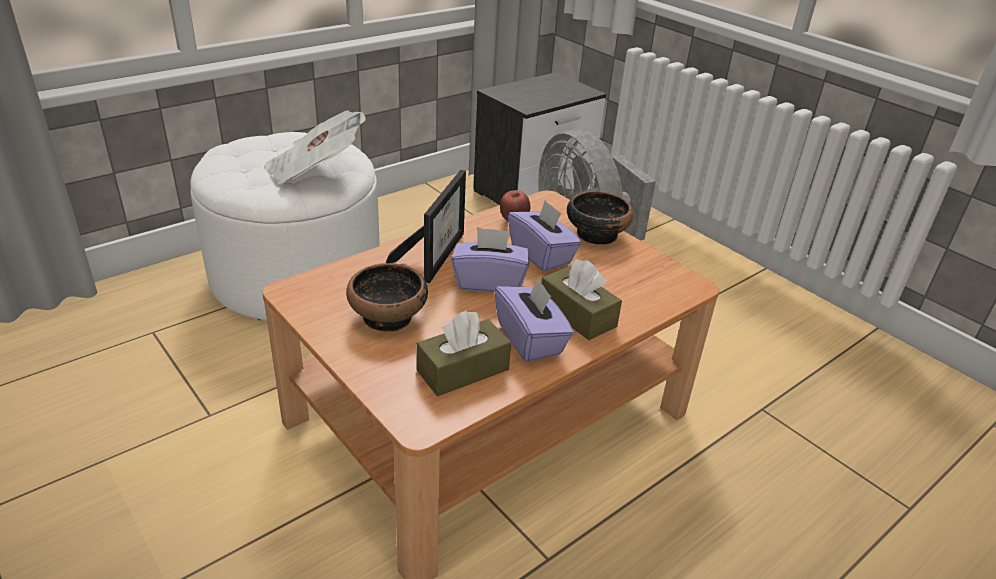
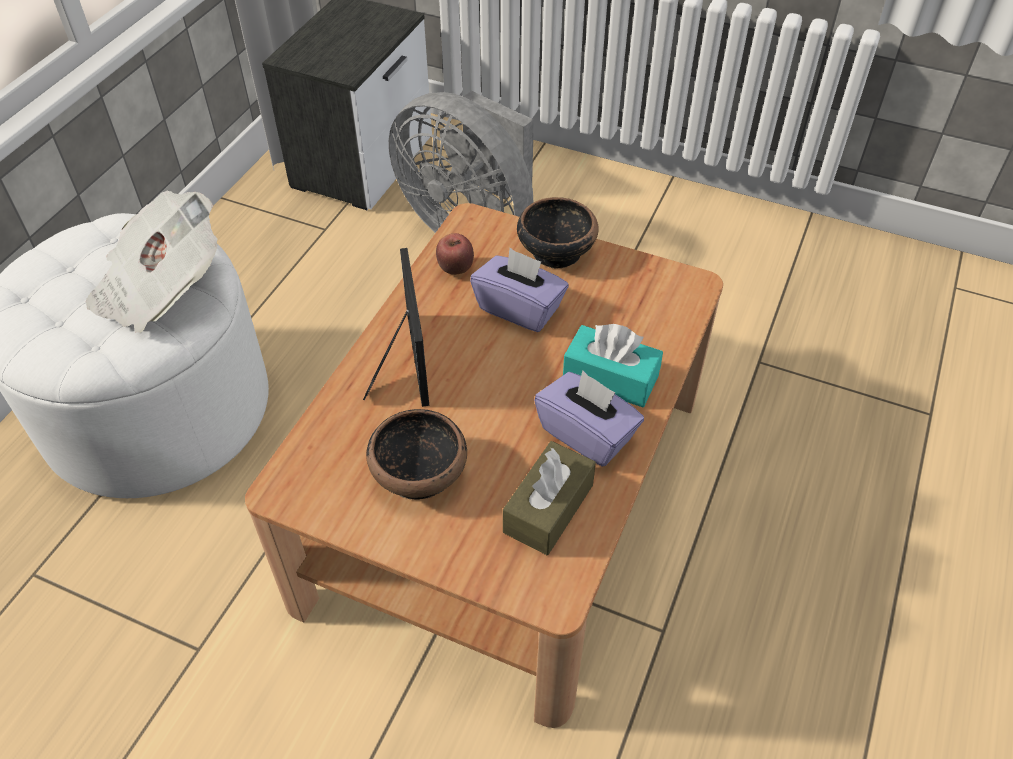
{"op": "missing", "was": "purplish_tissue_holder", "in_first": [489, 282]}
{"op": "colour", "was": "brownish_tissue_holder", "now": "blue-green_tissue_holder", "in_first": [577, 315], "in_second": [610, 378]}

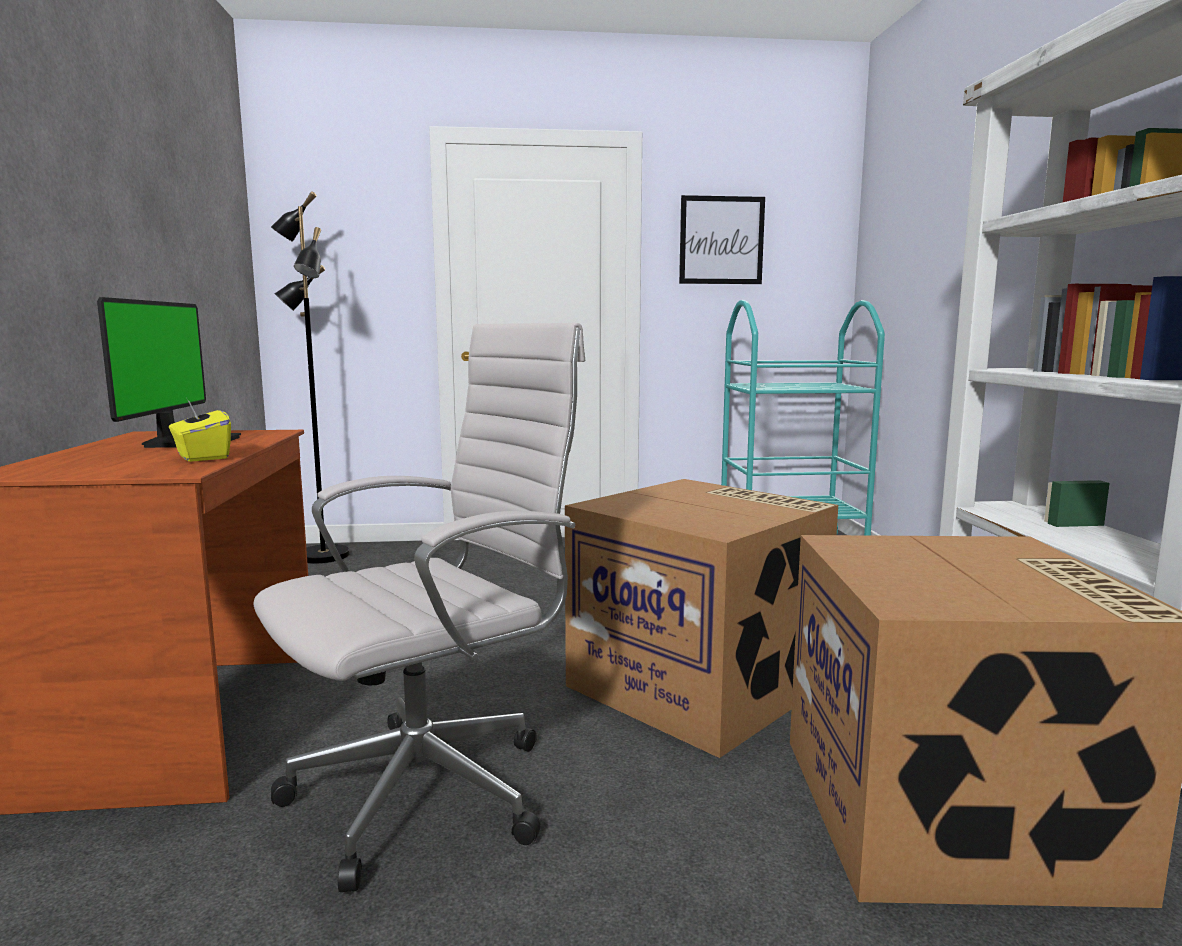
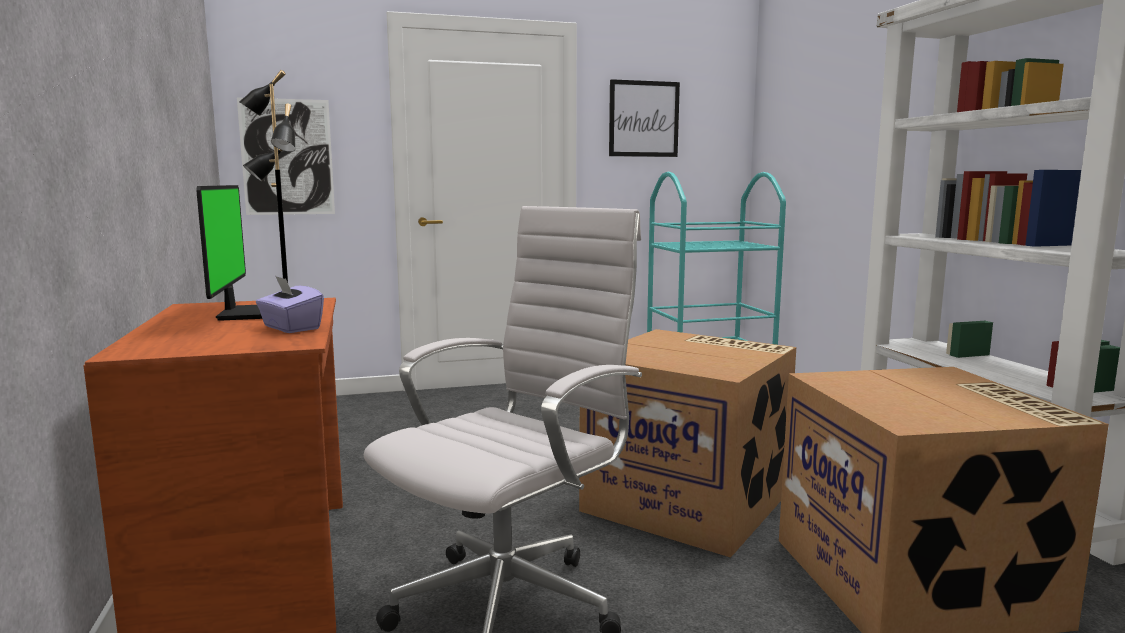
{"op": "colour", "was": "yellow-coloured_tissue_holder", "now": "purplish_tissue_holder", "in_first": [201, 457], "in_second": [291, 328]}
{"op": "appeared", "now": "picture", "in_second": [287, 157]}

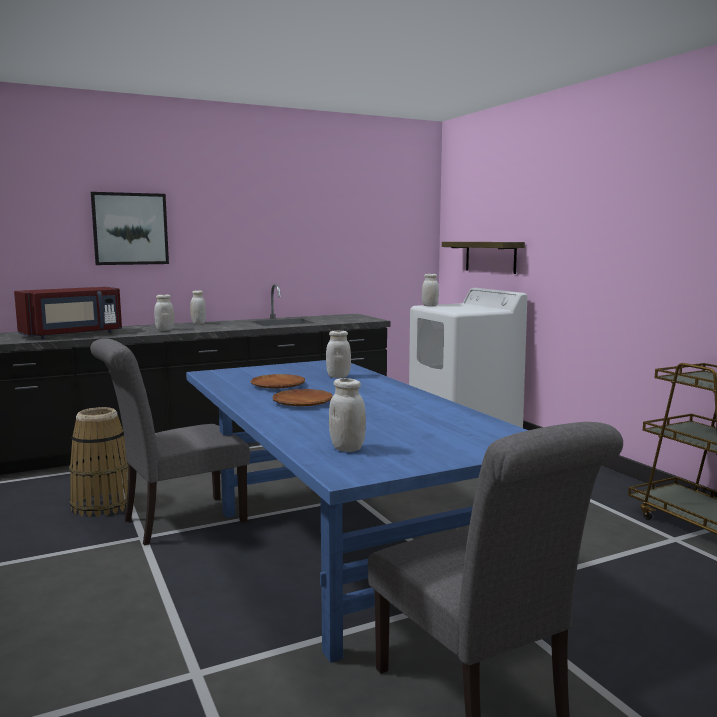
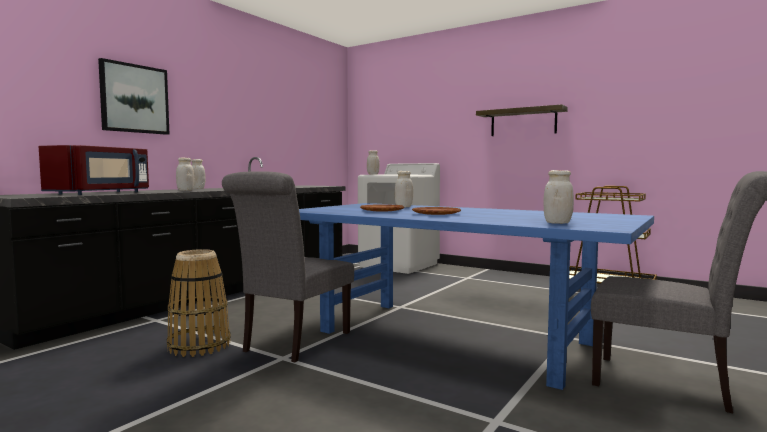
{"op": "relocated", "was": "wall_shelf", "in_first": [490, 257], "in_second": [523, 122]}

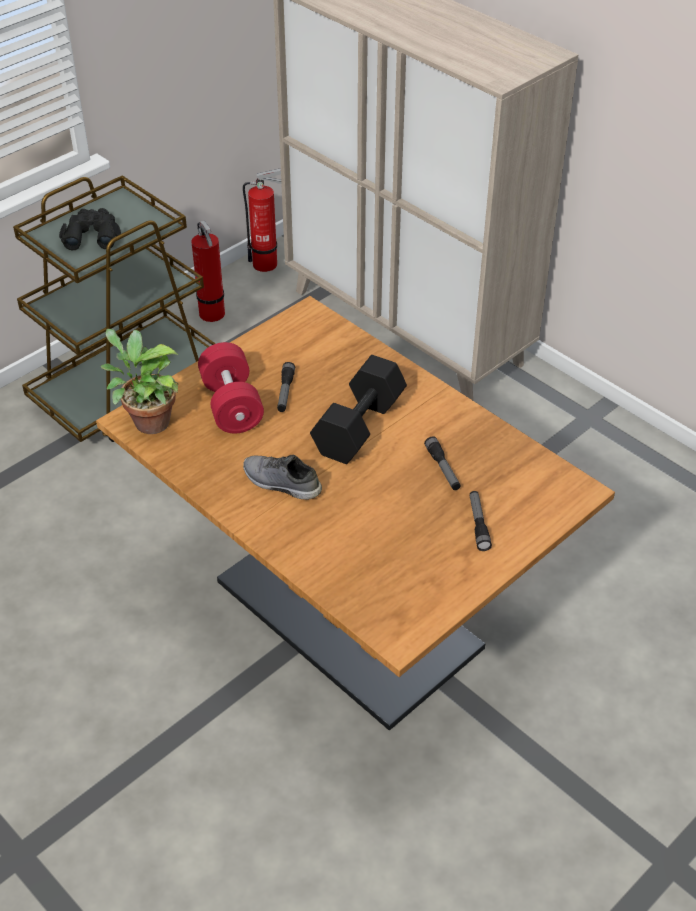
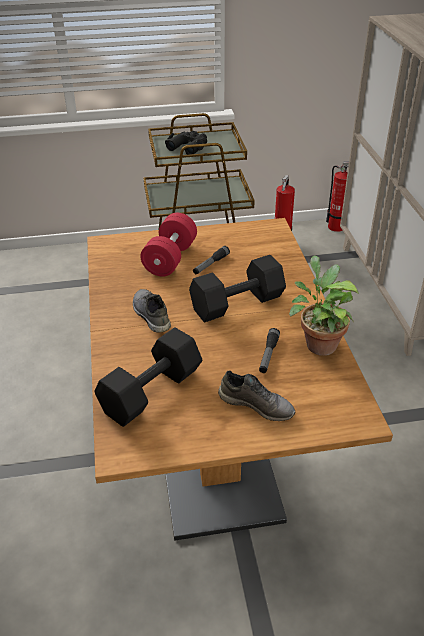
{"op": "relocated", "was": "houseplant", "in_first": [147, 421], "in_second": [318, 343]}
{"op": "exchanged", "was": "hand_torch", "now": "gray_item_of_footwear", "in_first": [478, 524], "in_second": [256, 404]}
{"op": "appeared", "now": "blackish_hand_weight", "in_second": [151, 393]}

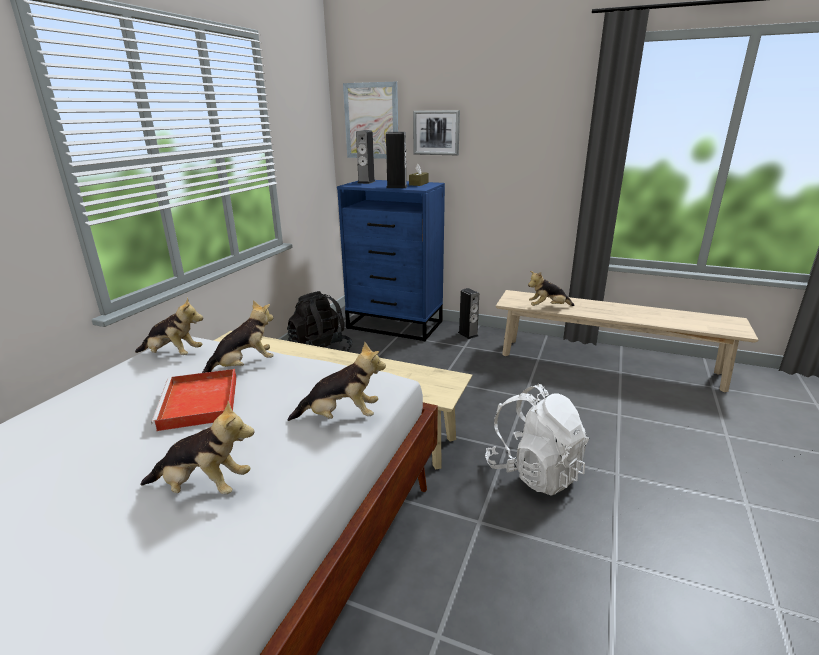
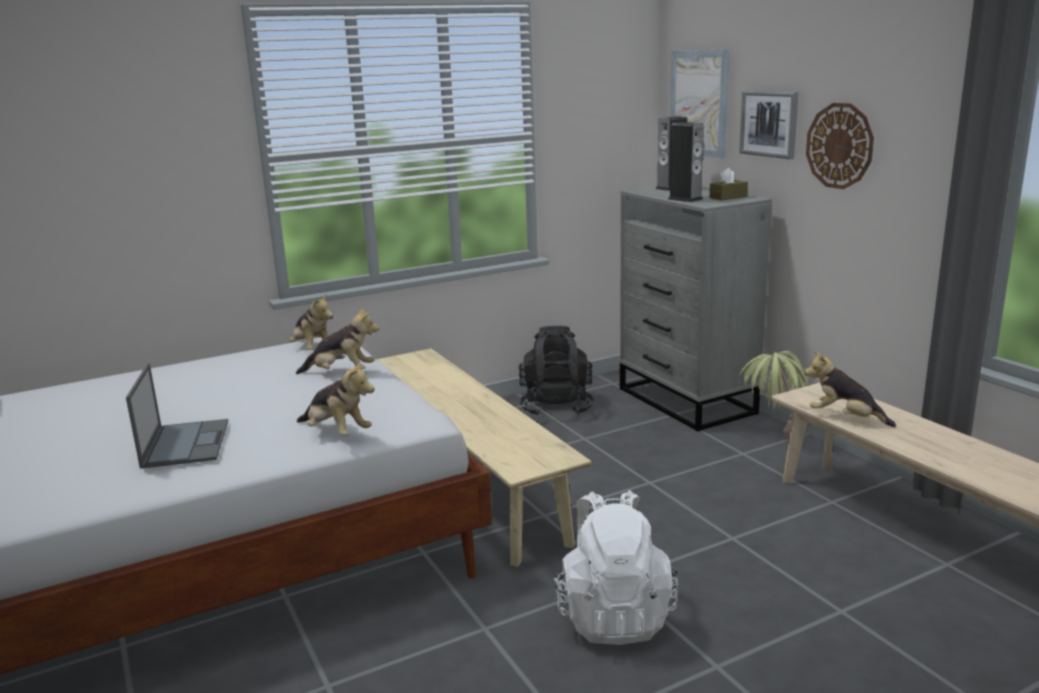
{"op": "exchanged", "was": "soft_toy", "now": "portable_computer", "in_first": [203, 487], "in_second": [186, 443]}
{"op": "missing", "was": "red_tray", "in_first": [200, 403]}
{"op": "colour", "was": "blue-coloured_dresser", "now": "gray_dresser", "in_first": [395, 325], "in_second": [686, 401]}
{"op": "exchanged", "was": "speaker", "now": "houseplant", "in_first": [468, 334], "in_second": [772, 440]}
{"op": "appeared", "now": "hanging_clock", "in_second": [839, 146]}

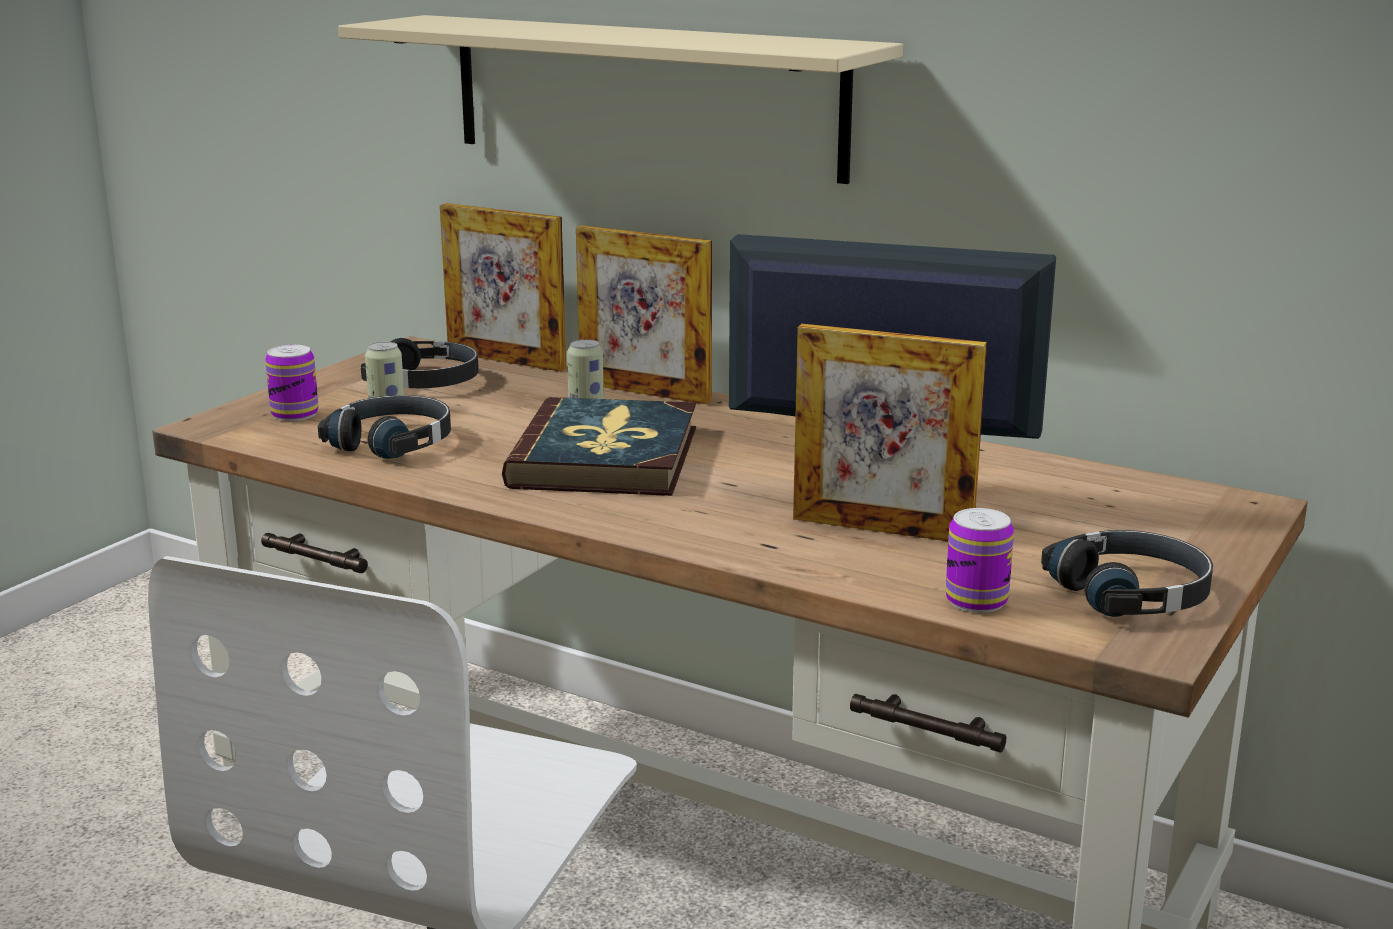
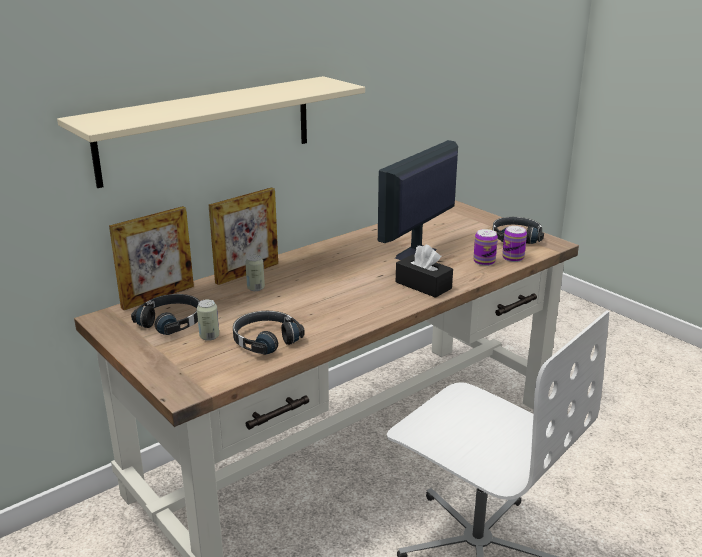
{"op": "relocated", "was": "can", "in_first": [295, 414], "in_second": [484, 261]}
{"op": "missing", "was": "book", "in_first": [606, 457]}
{"op": "missing", "was": "standing_frame", "in_first": [882, 529]}
{"op": "appeared", "now": "blackish_tissue_holder", "in_second": [423, 285]}

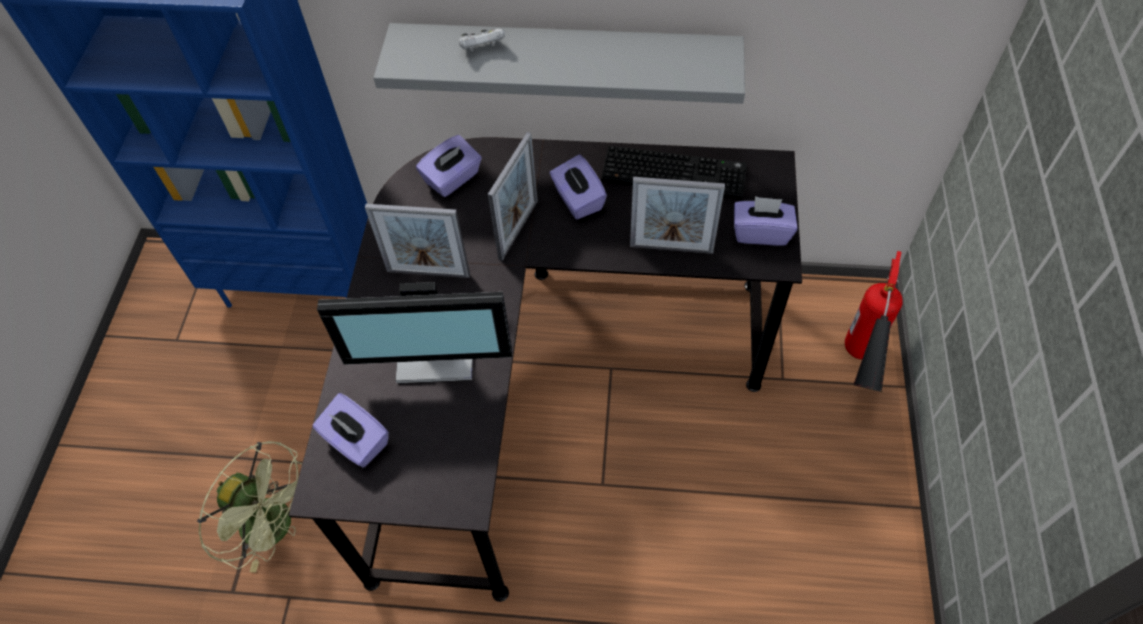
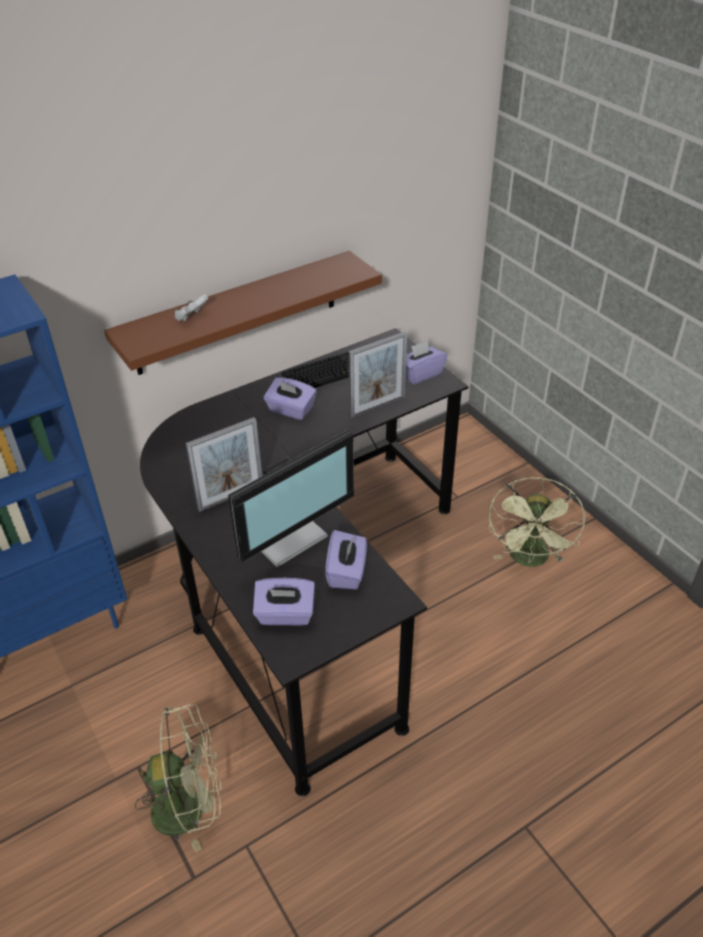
{"op": "colour", "was": "gray_wall_shelf", "now": "brownish_wall_shelf", "in_first": [565, 59], "in_second": [237, 313]}
{"op": "relocated", "was": "purplish_tissue_holder", "in_first": [453, 179], "in_second": [347, 572]}
{"op": "missing", "was": "standing_frame", "in_first": [518, 230]}
{"op": "missing", "was": "fire-fighting_cylinder", "in_first": [856, 372]}
{"op": "appeared", "now": "green_fan", "in_second": [530, 560]}

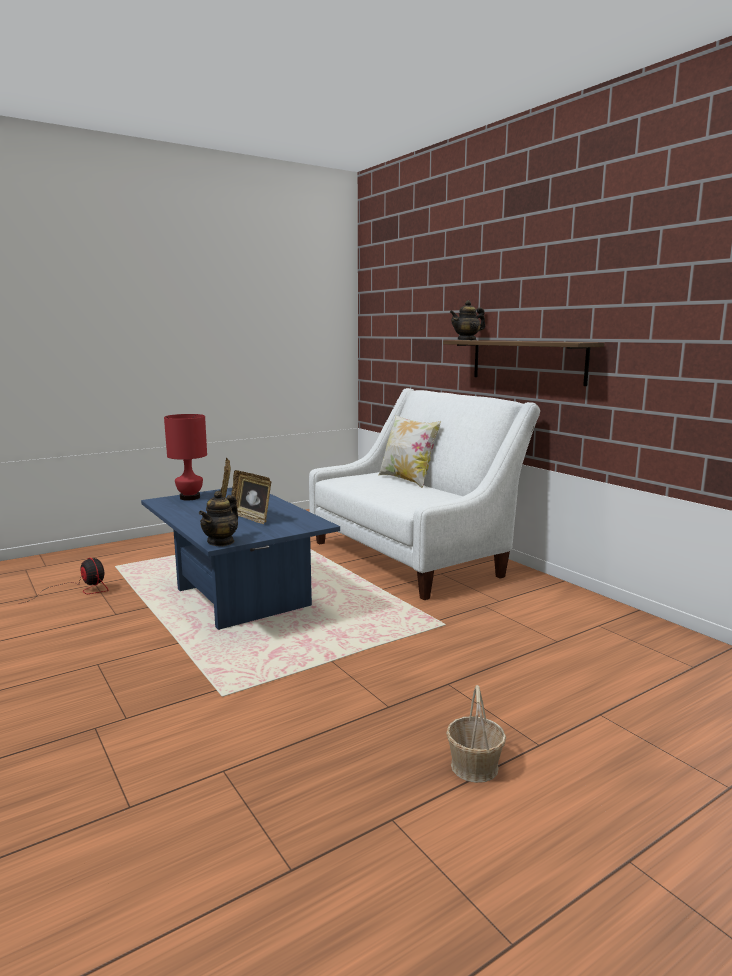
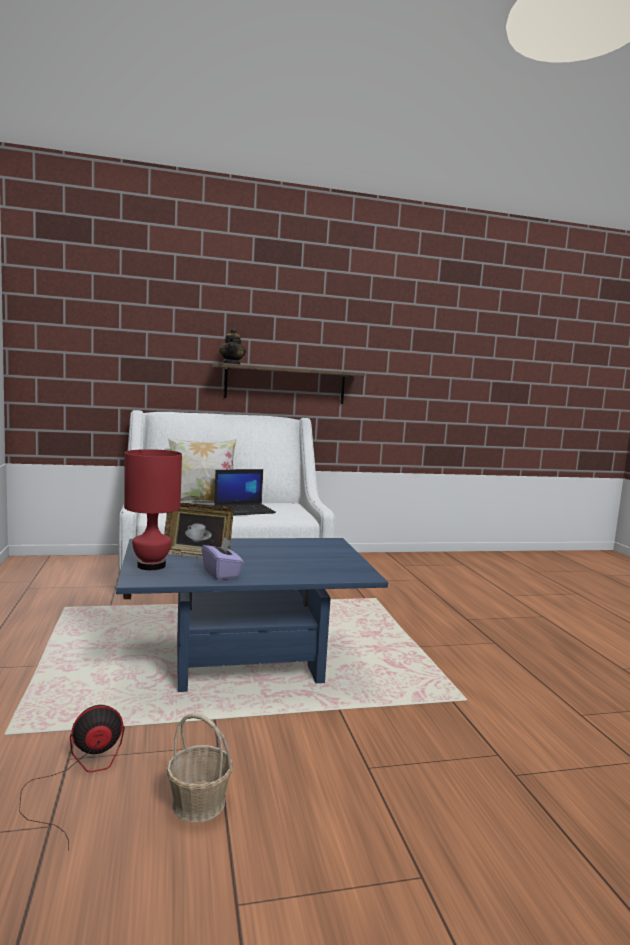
{"op": "missing", "was": "tea_pot", "in_first": [221, 542]}
{"op": "missing", "was": "standing_frame", "in_first": [251, 518]}
{"op": "relocated", "was": "storage_basket", "in_first": [474, 767], "in_second": [199, 803]}
{"op": "appeared", "now": "purplish_tissue_holder", "in_second": [221, 573]}
{"op": "appeared", "now": "portable_computer", "in_second": [244, 510]}

